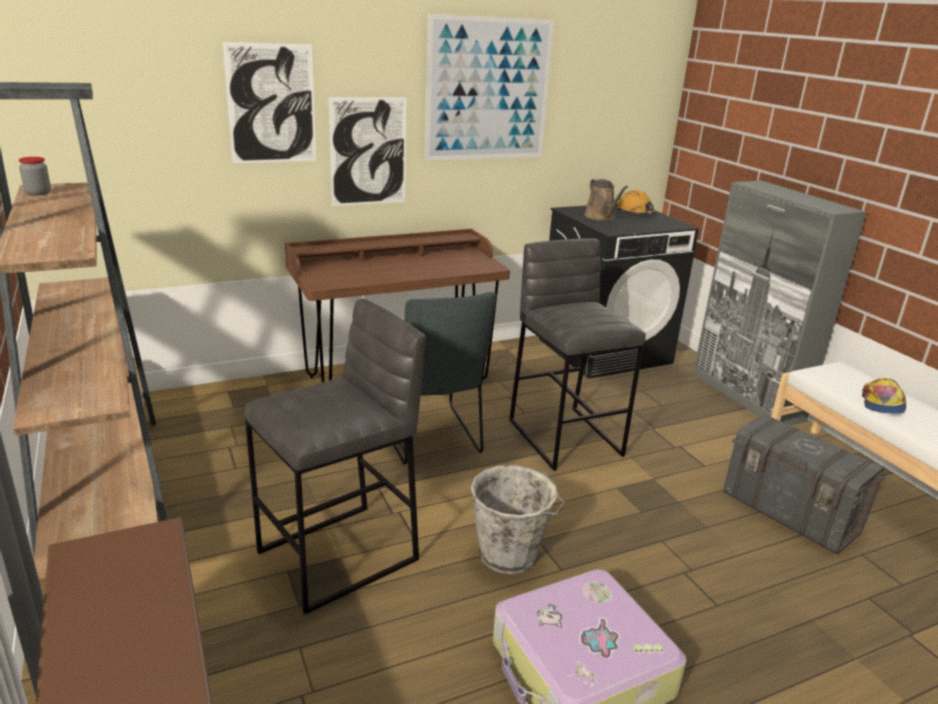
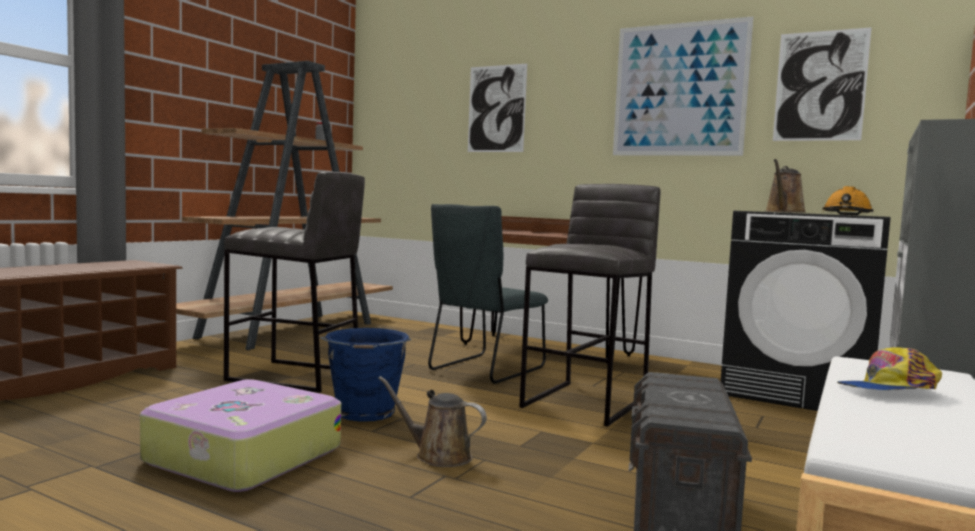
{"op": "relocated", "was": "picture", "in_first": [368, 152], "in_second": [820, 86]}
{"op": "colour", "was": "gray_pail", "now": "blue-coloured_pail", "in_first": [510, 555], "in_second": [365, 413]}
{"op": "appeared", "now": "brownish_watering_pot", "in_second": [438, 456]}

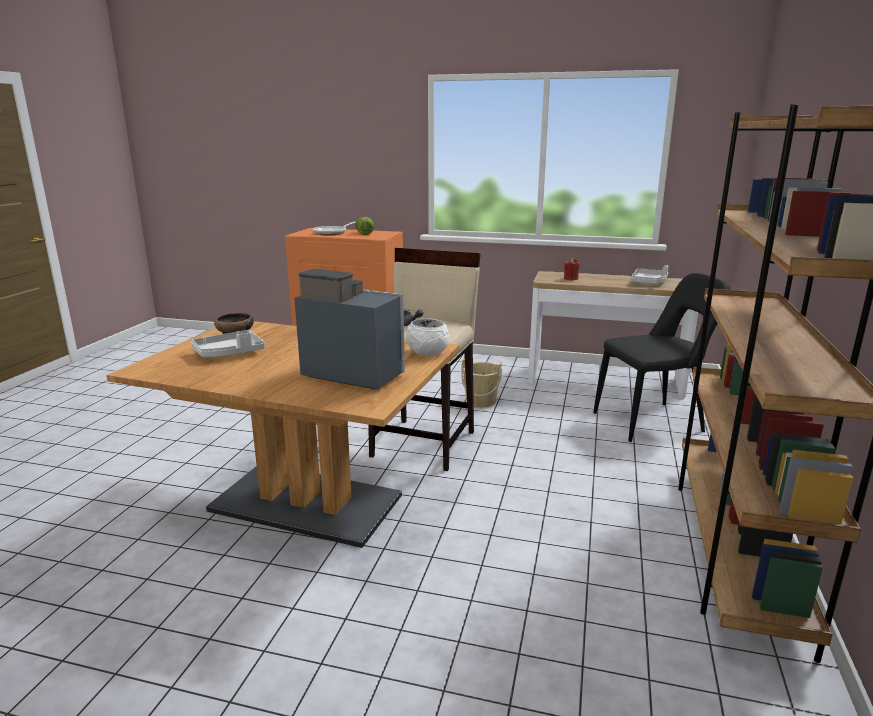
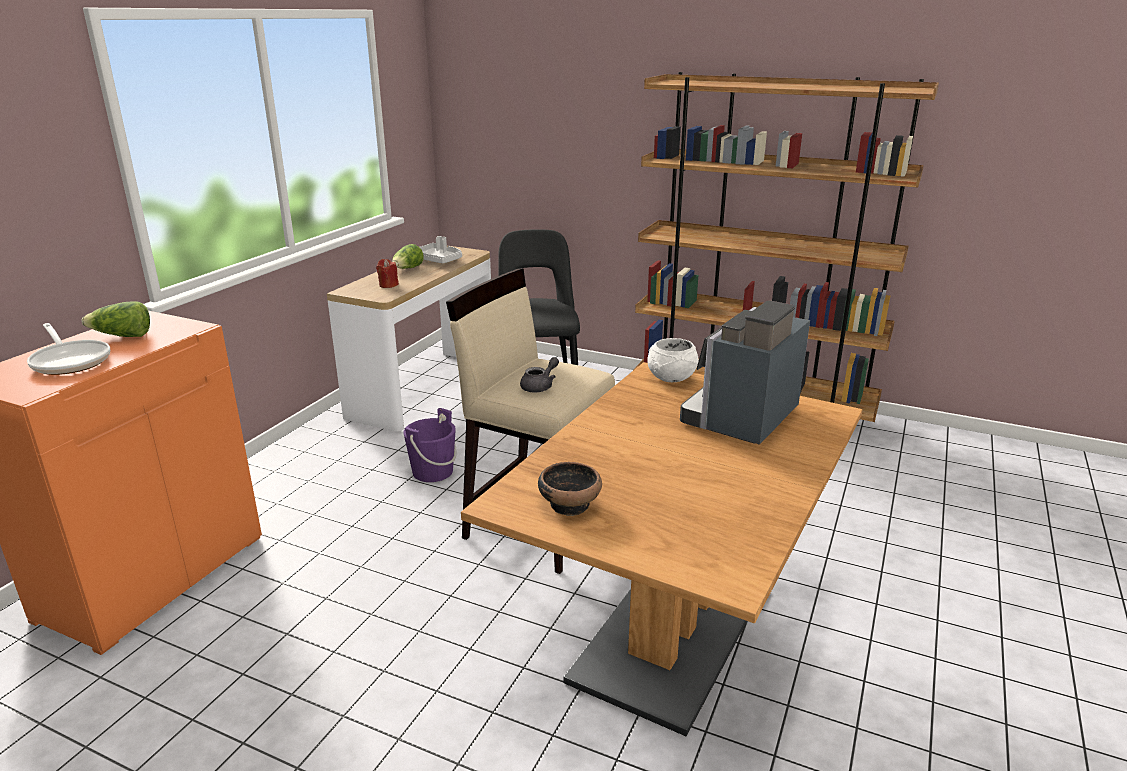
{"op": "missing", "was": "gray_tray", "in_first": [229, 353]}
{"op": "colour", "was": "beige_pail", "now": "purplish_pail", "in_first": [481, 401], "in_second": [432, 472]}
{"op": "appeared", "now": "head_of_lettuce", "in_second": [408, 269]}

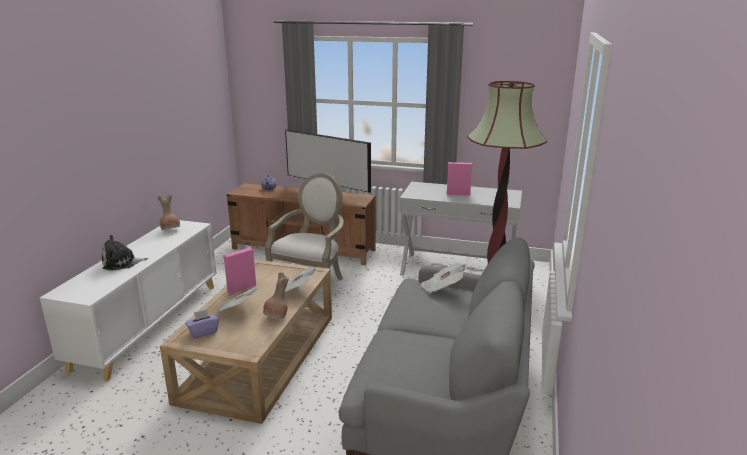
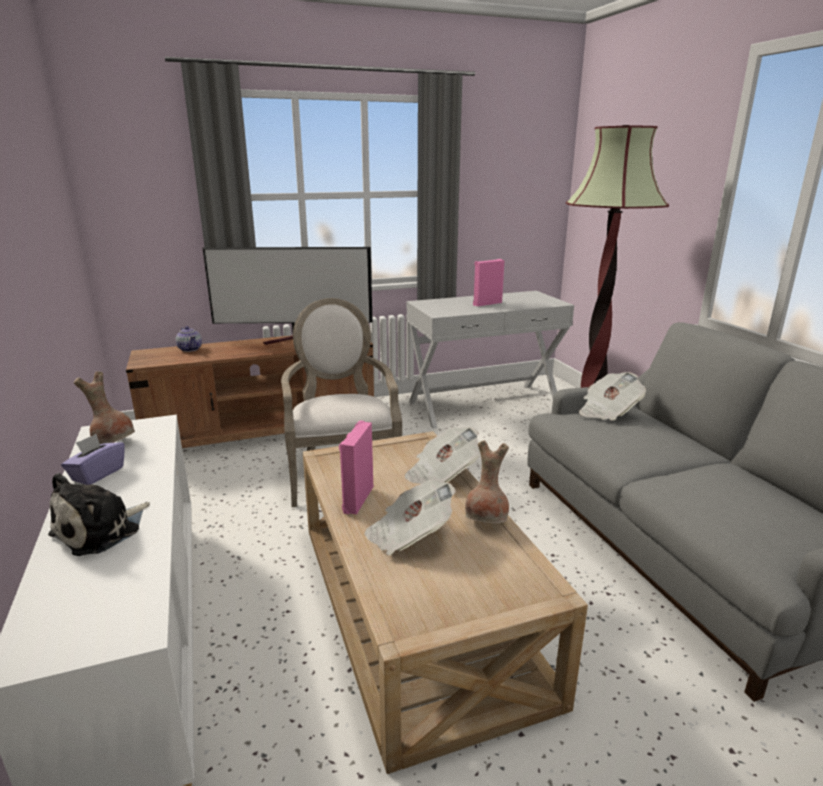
{"op": "relocated", "was": "purplish_tissue_holder", "in_first": [203, 332], "in_second": [97, 474]}

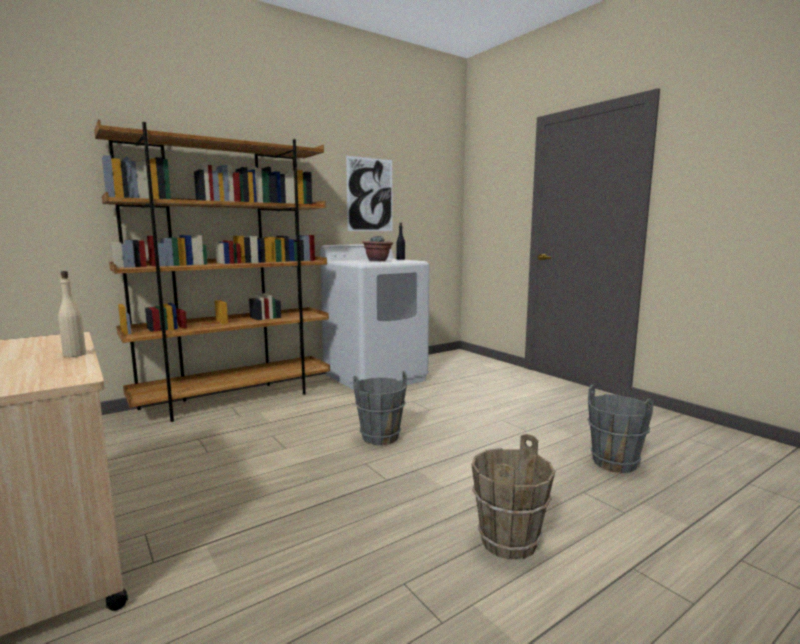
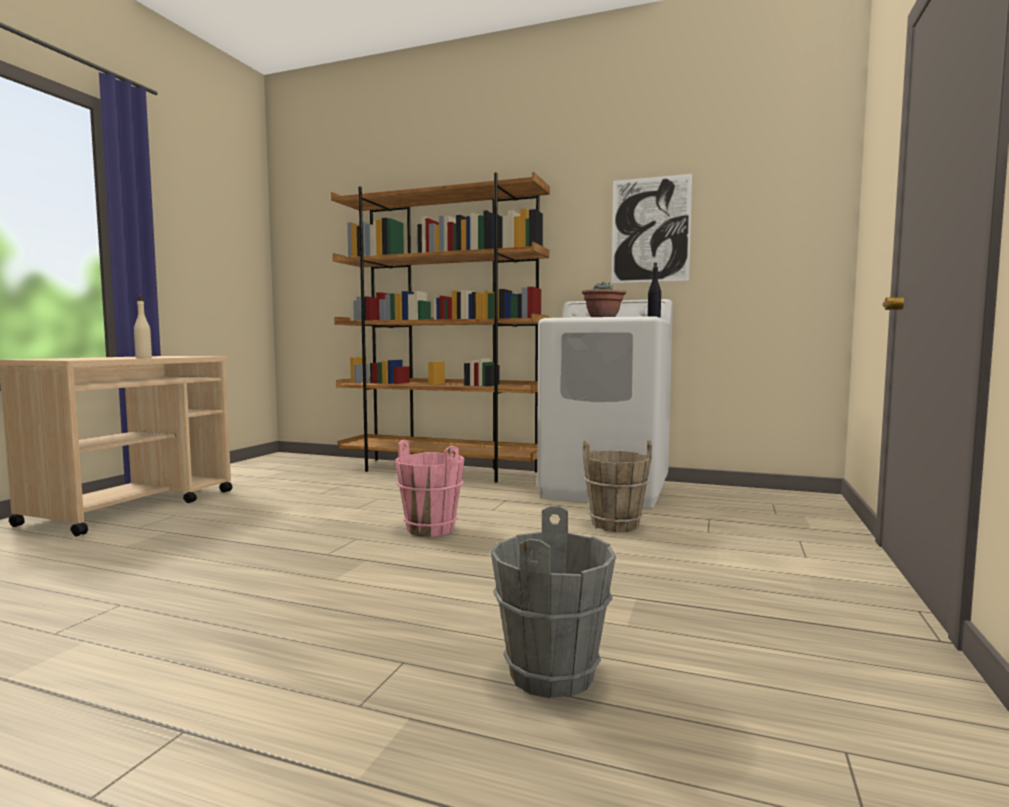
{"op": "colour", "was": "gray_pail", "now": "pink_pail", "in_first": [380, 437], "in_second": [431, 529]}
{"op": "relocated", "was": "brownish_pail", "in_first": [508, 541], "in_second": [615, 525]}

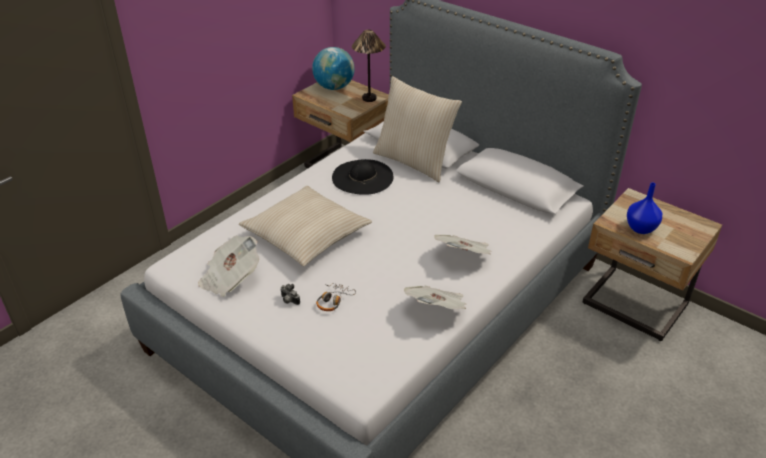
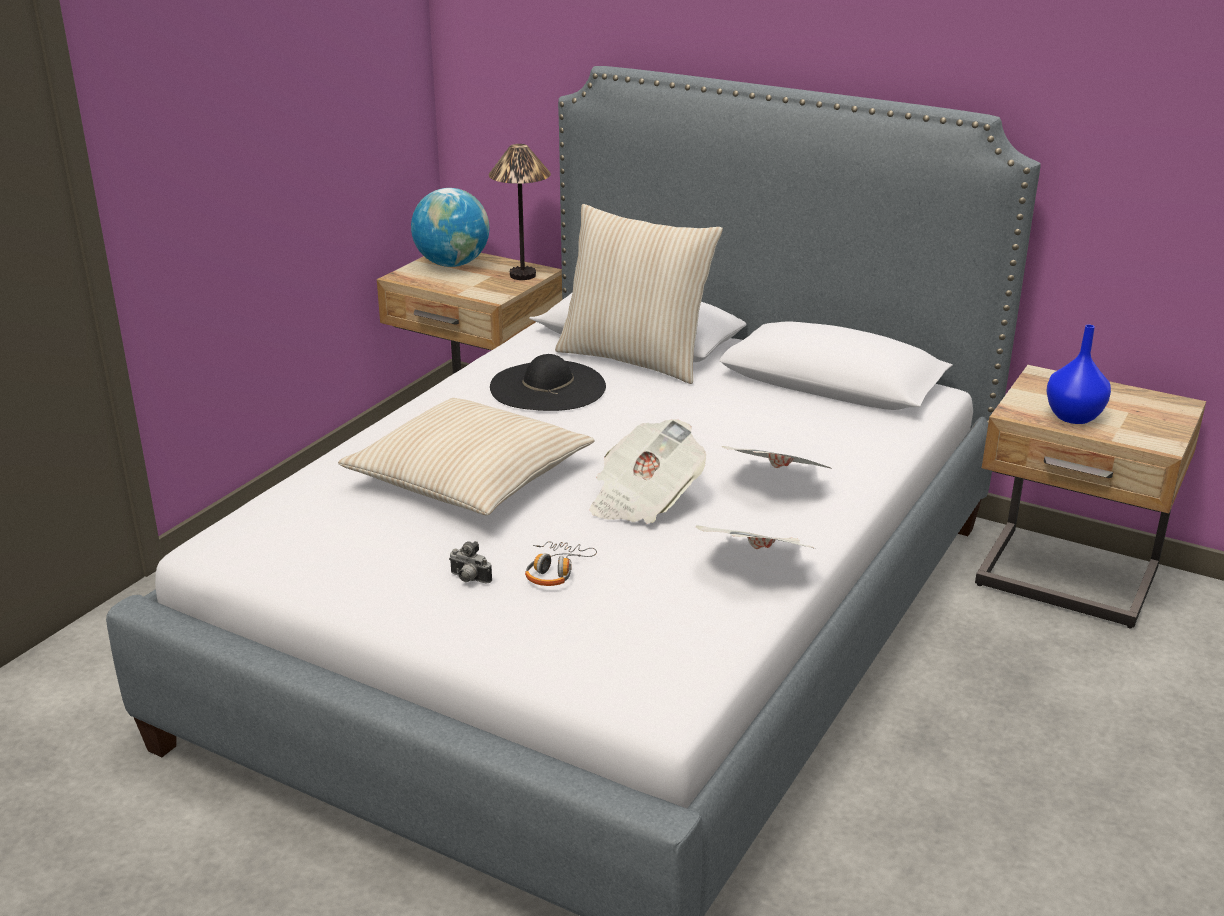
{"op": "relocated", "was": "printed_paper", "in_first": [230, 278], "in_second": [643, 500]}

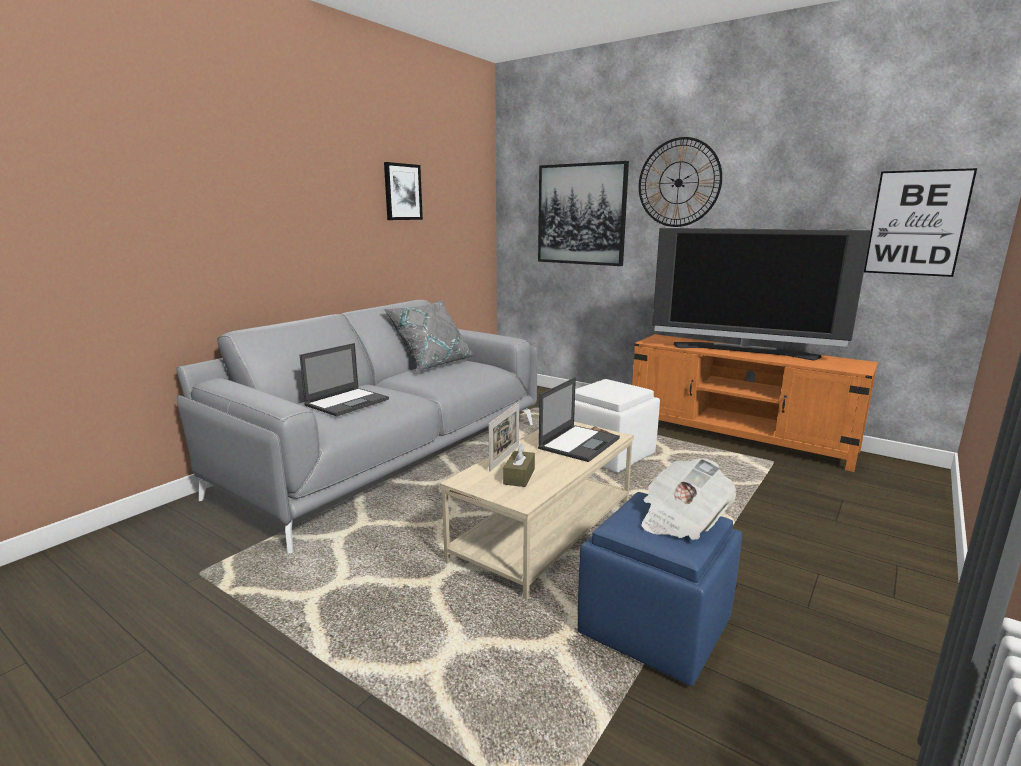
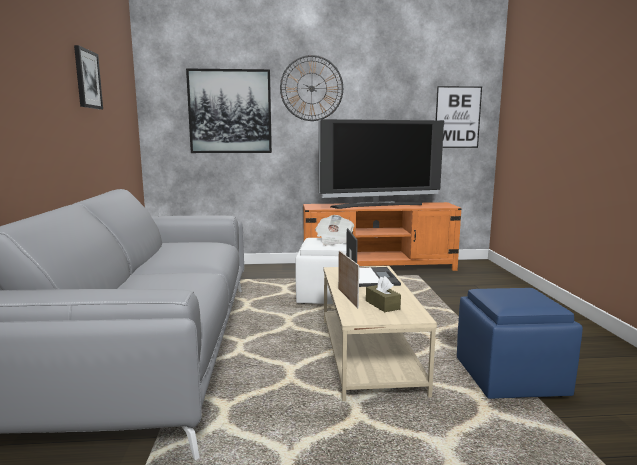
{"op": "missing", "was": "portable_computer", "in_first": [348, 402]}
{"op": "missing", "was": "gray_cushion", "in_first": [432, 364]}
{"op": "relocated", "was": "printed_paper", "in_first": [681, 520], "in_second": [334, 241]}

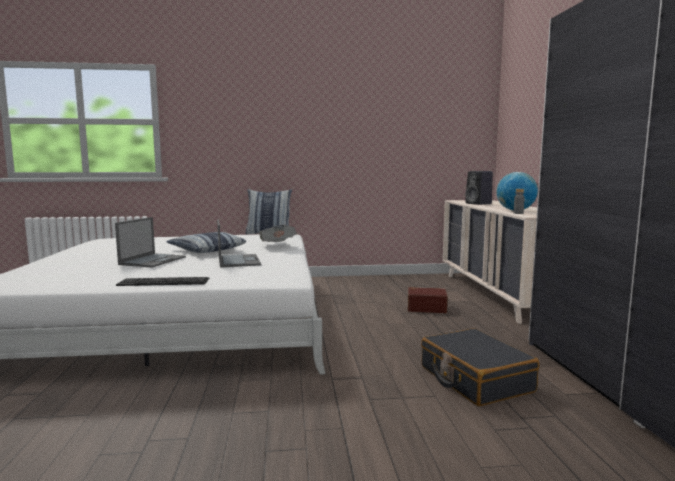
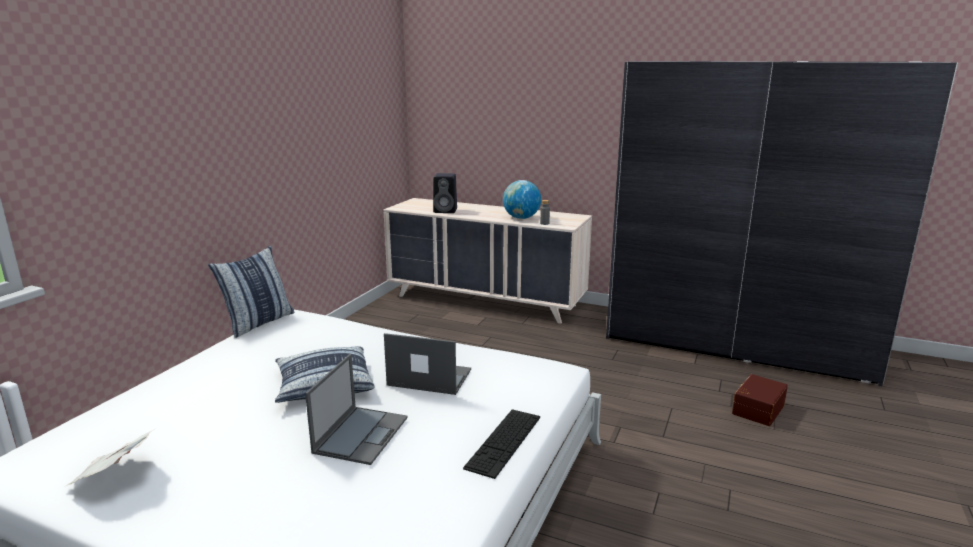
{"op": "spun", "was": "portable_computer", "in_first": [153, 260], "in_second": [361, 434], "clockwise": 60}
{"op": "relocated", "was": "printed_paper", "in_first": [278, 245], "in_second": [115, 475]}
{"op": "relocated", "was": "brownish_storage_container", "in_first": [426, 308], "in_second": [756, 409]}
{"op": "missing", "was": "blackish_travel_case", "in_first": [475, 379]}

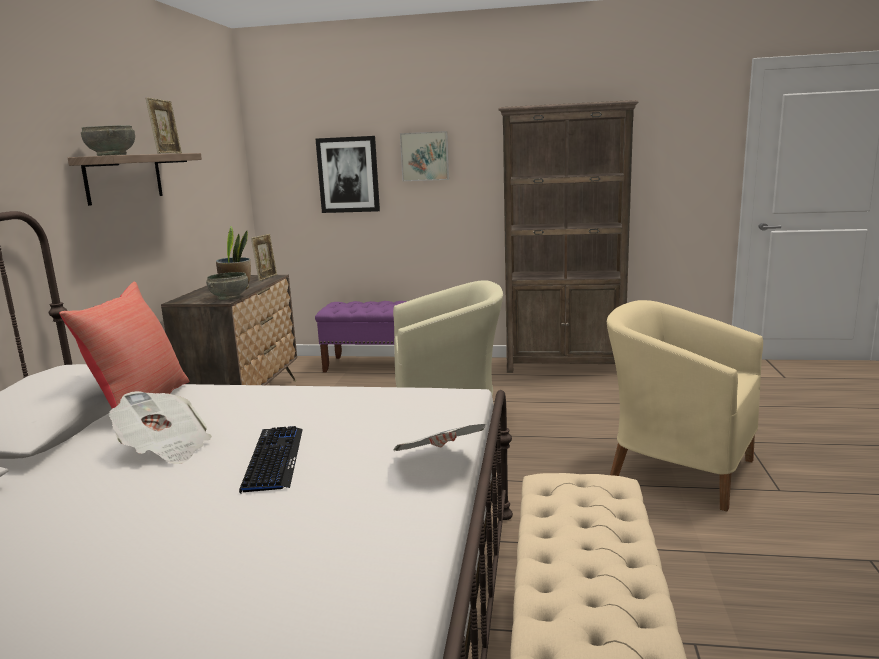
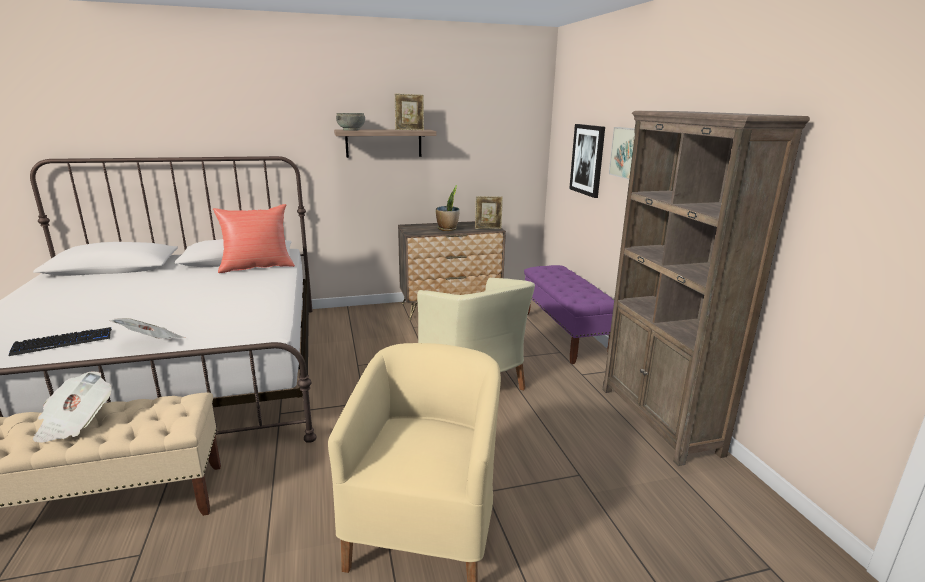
{"op": "relocated", "was": "printed_paper", "in_first": [165, 449], "in_second": [75, 423]}
{"op": "missing", "was": "gray_deep_dish", "in_first": [229, 297]}
{"op": "relocated", "was": "keyboard", "in_first": [274, 459], "in_second": [63, 342]}

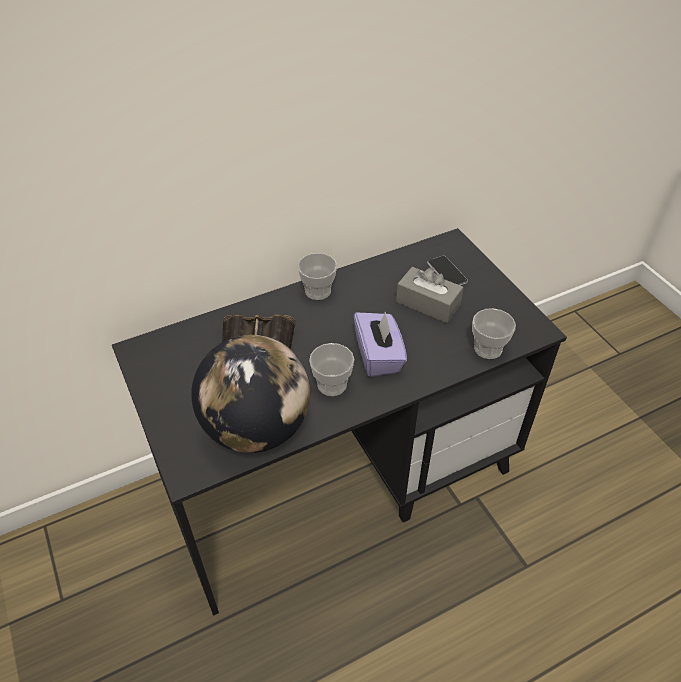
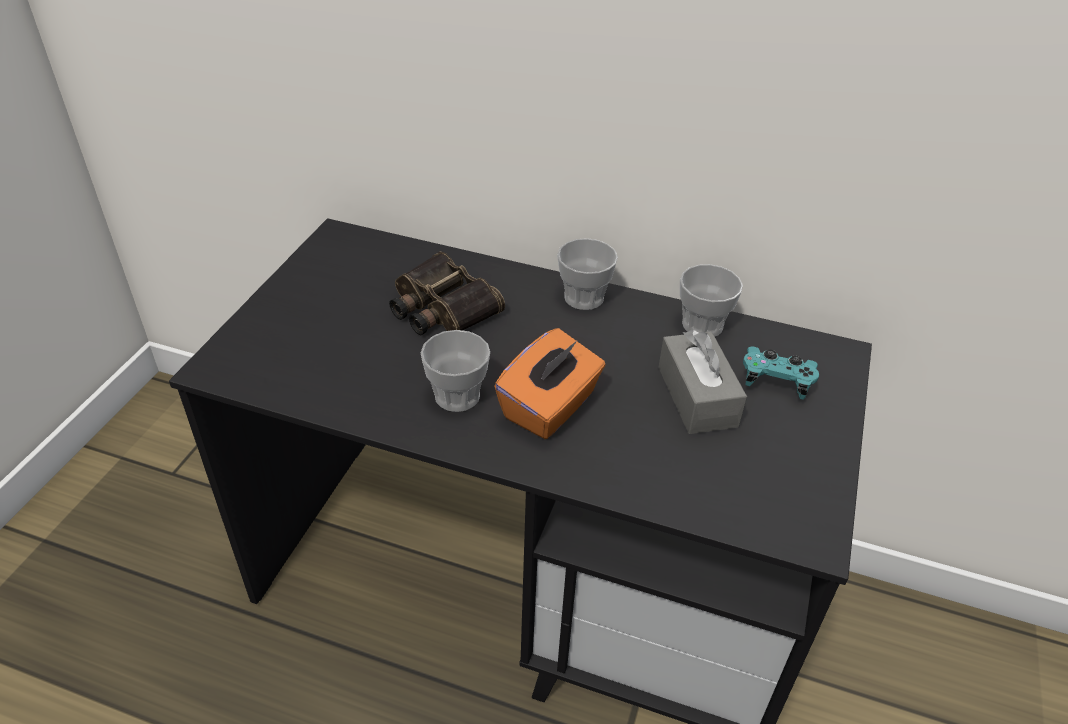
{"op": "missing", "was": "world_globe", "in_first": [257, 427]}
{"op": "colour", "was": "purplish_tissue_holder", "now": "orange-coloured_tissue_holder", "in_first": [378, 356], "in_second": [550, 407]}
{"op": "exchanged", "was": "telephone", "now": "blue-green_game_controller", "in_first": [447, 272], "in_second": [776, 381]}
{"op": "relocated", "was": "small_cup", "in_first": [488, 348], "in_second": [702, 325]}

